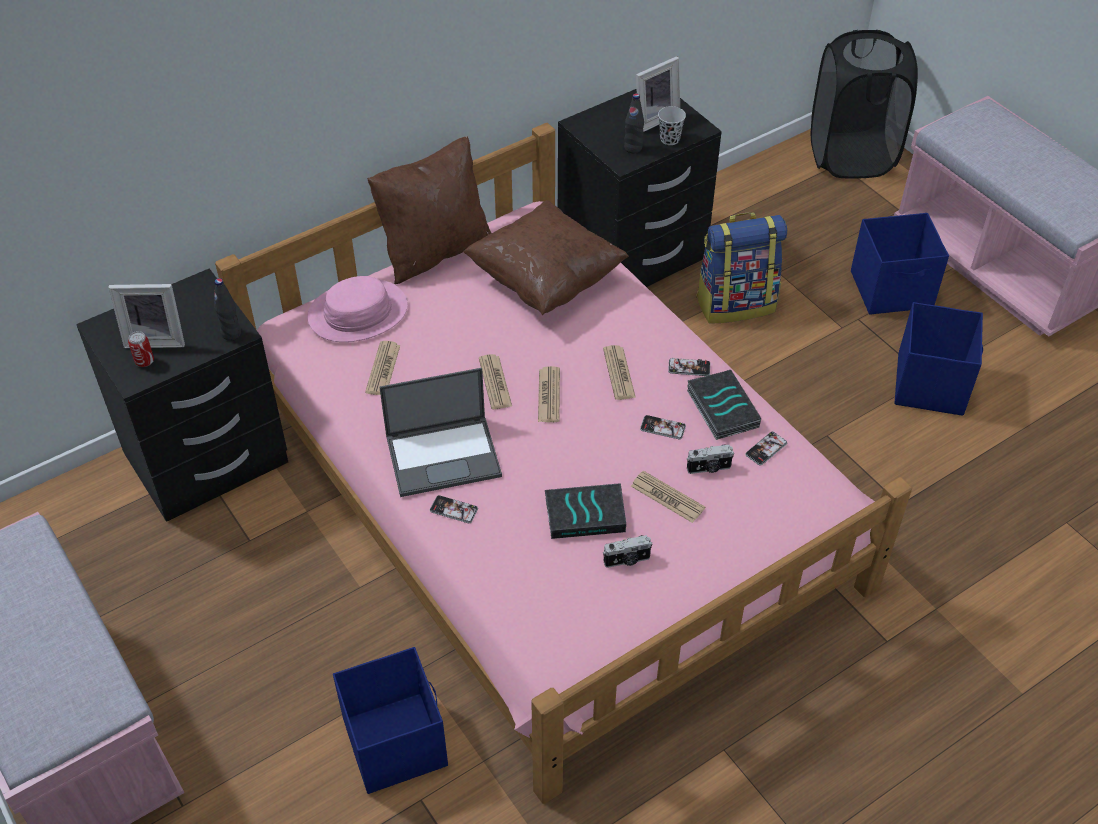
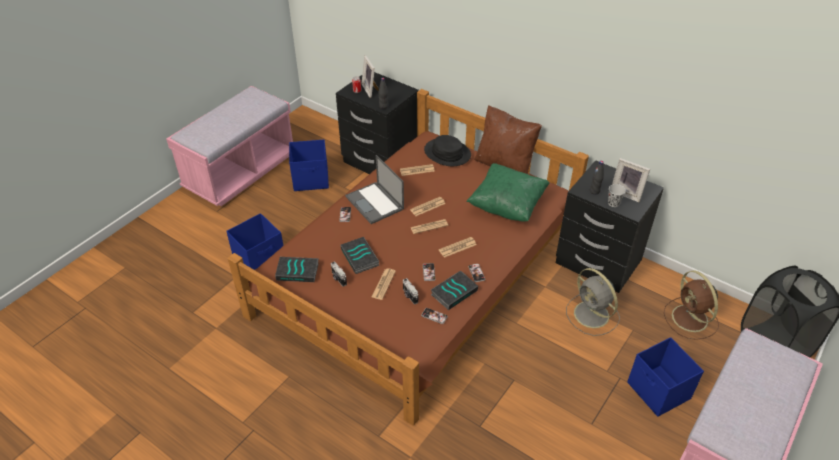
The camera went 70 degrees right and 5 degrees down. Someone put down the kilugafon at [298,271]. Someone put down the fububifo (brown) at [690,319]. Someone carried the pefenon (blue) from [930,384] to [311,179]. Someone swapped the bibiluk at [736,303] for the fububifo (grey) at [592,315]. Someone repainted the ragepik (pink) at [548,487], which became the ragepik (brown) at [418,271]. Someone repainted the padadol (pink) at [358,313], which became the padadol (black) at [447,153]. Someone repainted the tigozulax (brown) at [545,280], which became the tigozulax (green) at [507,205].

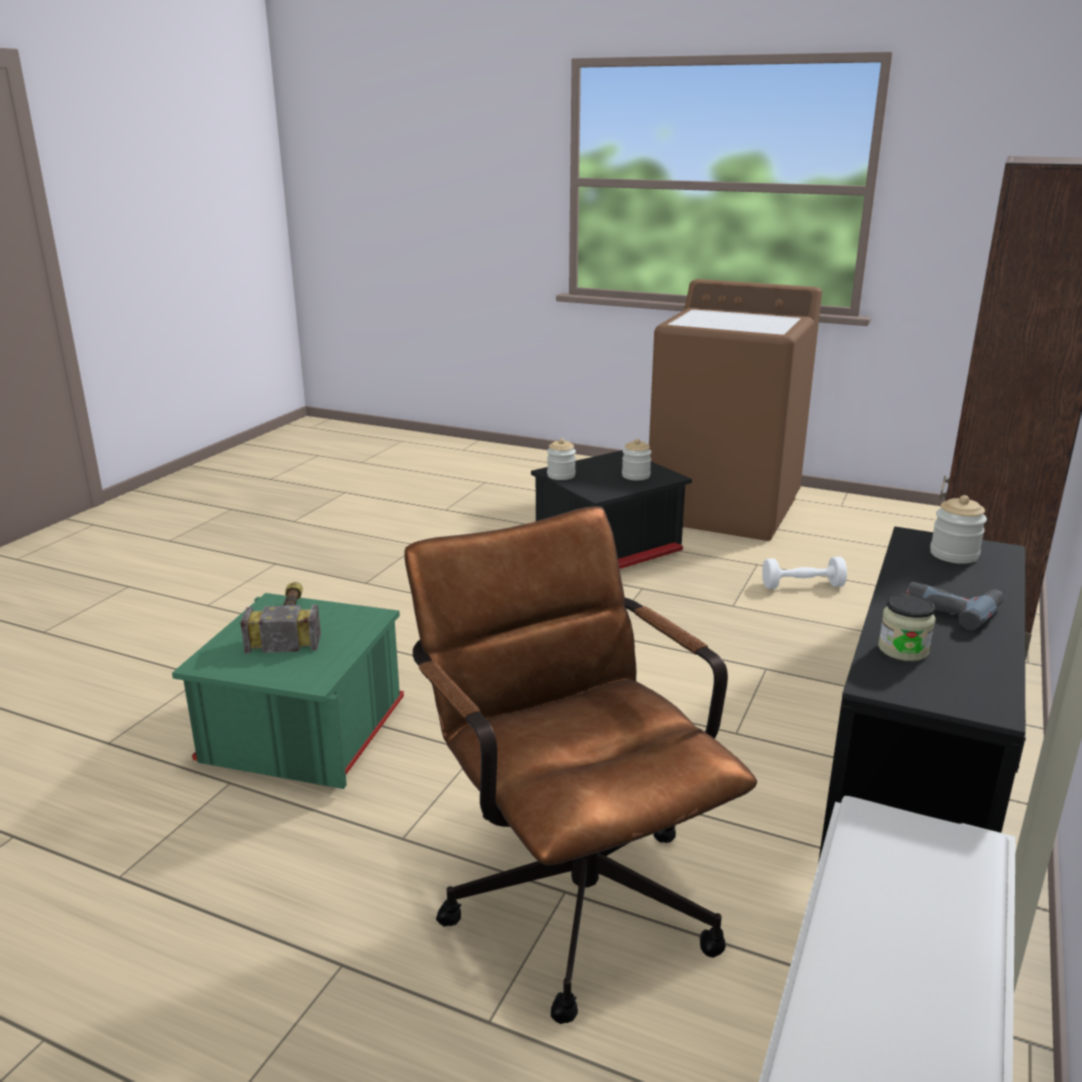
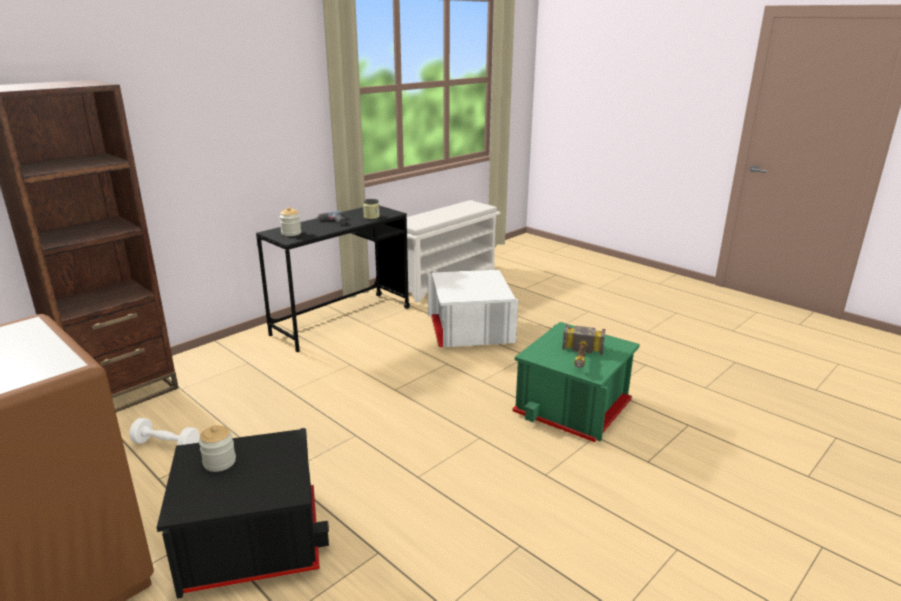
The camera went 160 degrees left and 0 degrees up. Someone took away the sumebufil at [561,475]. Someone swapped the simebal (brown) at [570,887] for the pefenon (white) at [469,332].

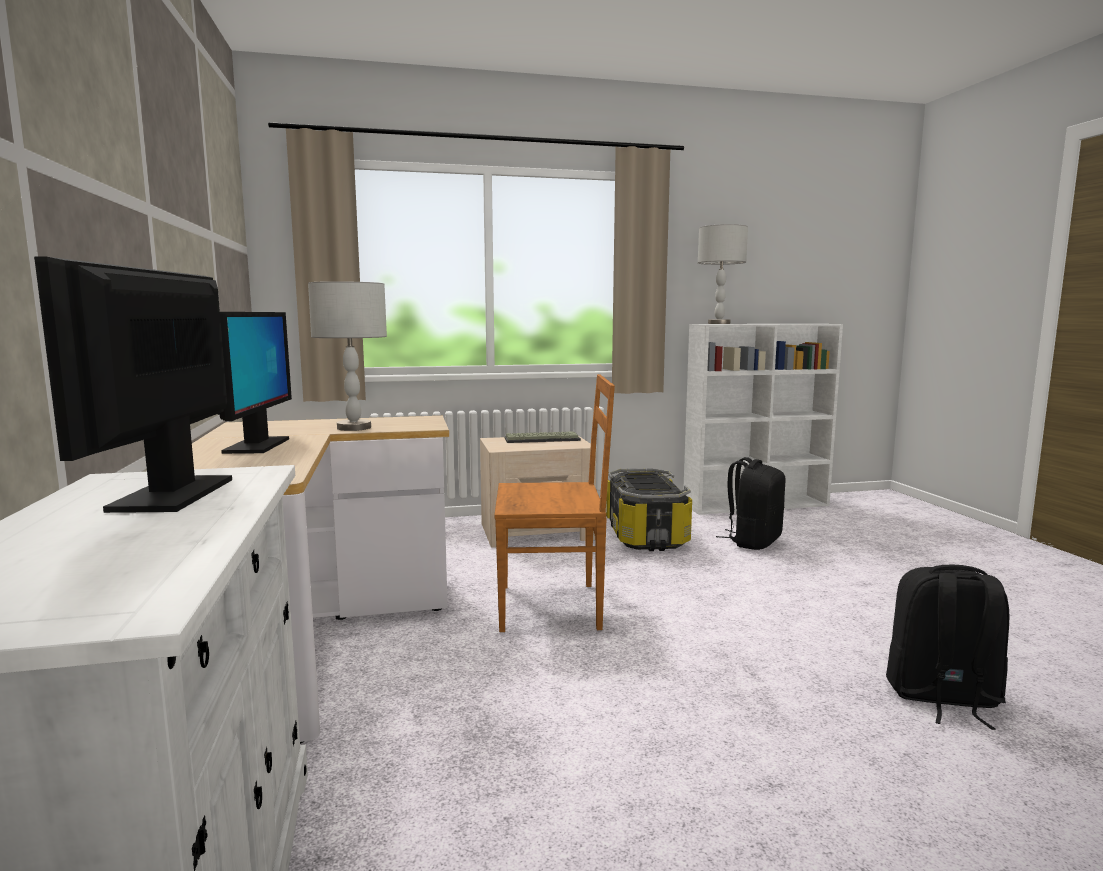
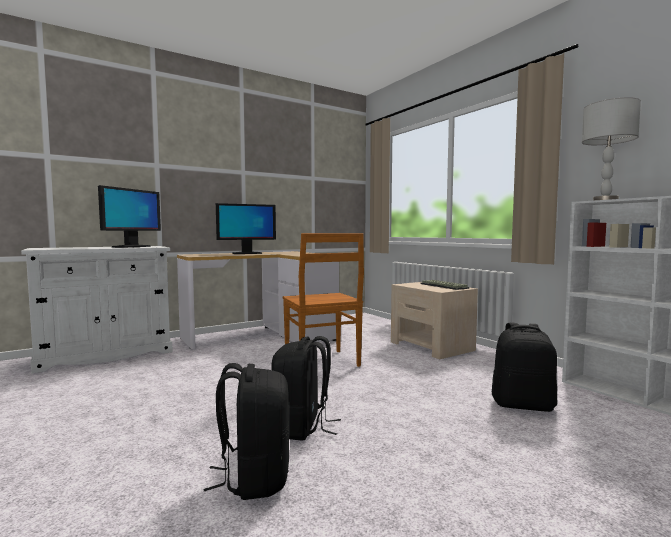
The camera went 70 degrees right and 5 degrees down. Someone took away the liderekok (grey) at [354,428]. Someone took away the pefenon at [646,535]. Someone put down the bibiluk (black) at [302,427]. Someone rotated the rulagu at [174,494] by 135 degrees clockwise.

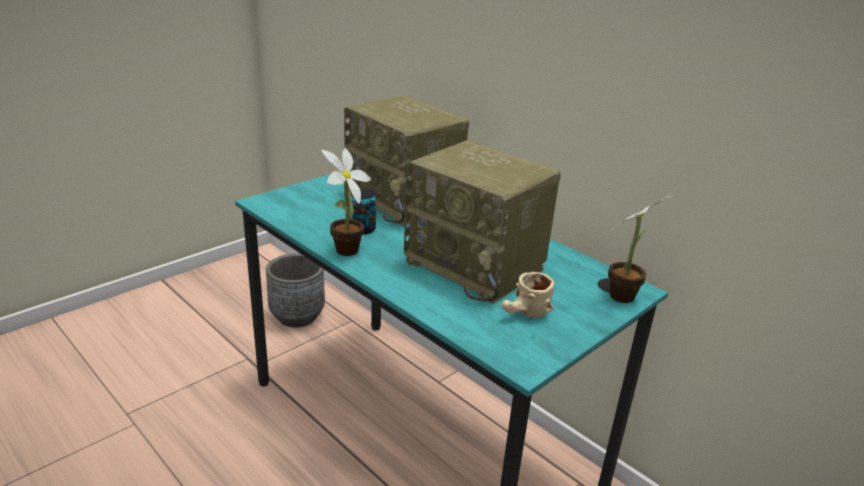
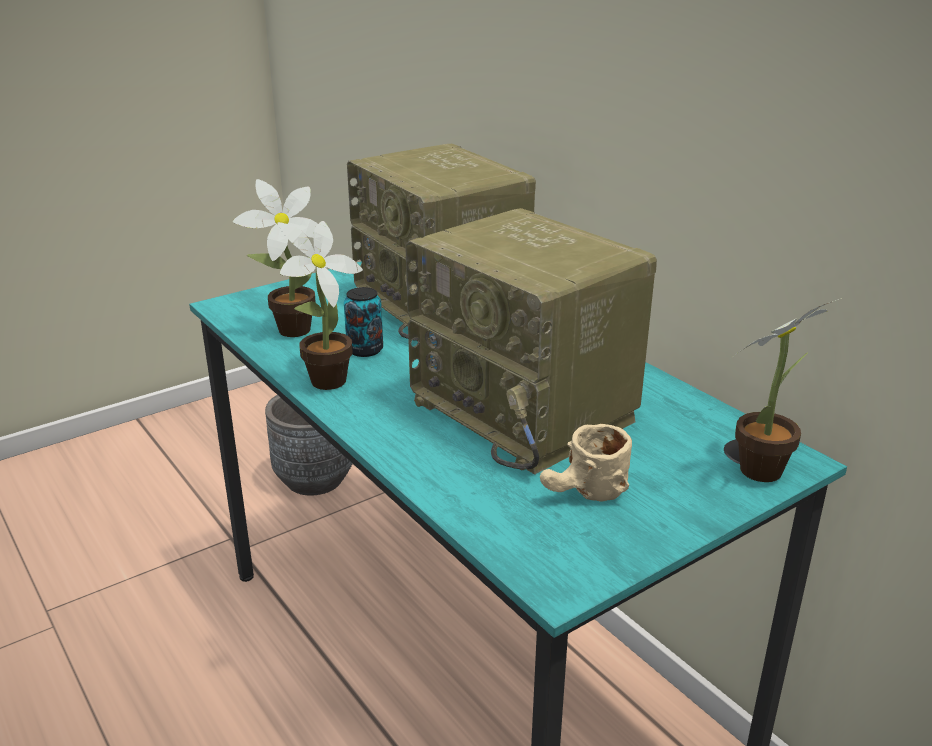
The camera went 10 degrees right and 0 degrees up. Someone put down the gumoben at [288,331].

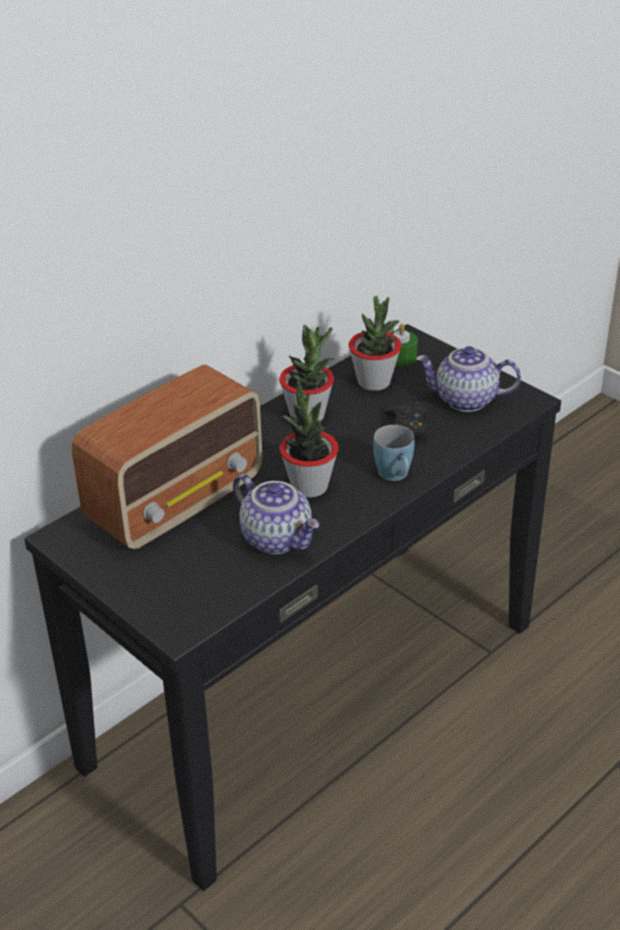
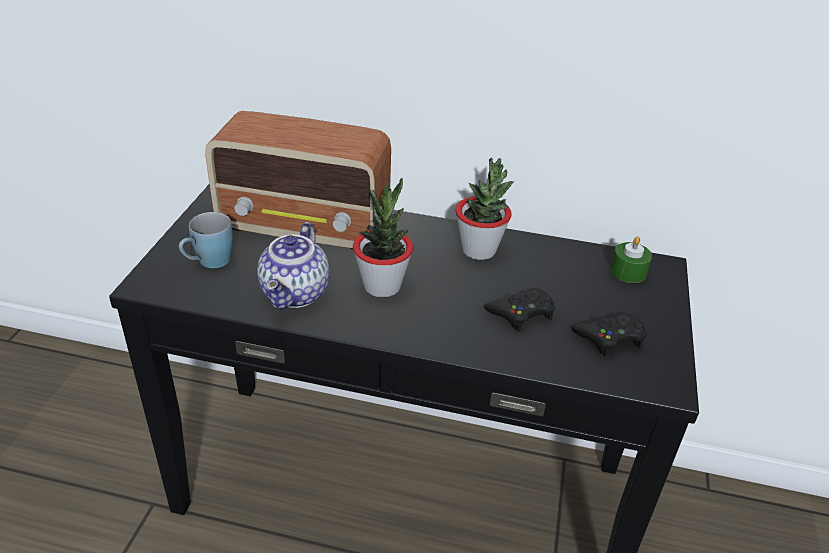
The camera went 55 degrees right and 0 degrees up. Someone took away the gumoben at [374,382]. Someone carried the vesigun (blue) from [396,476] to [208,263]. Someone swapped the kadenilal at [465,401] for the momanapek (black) at [610,338].

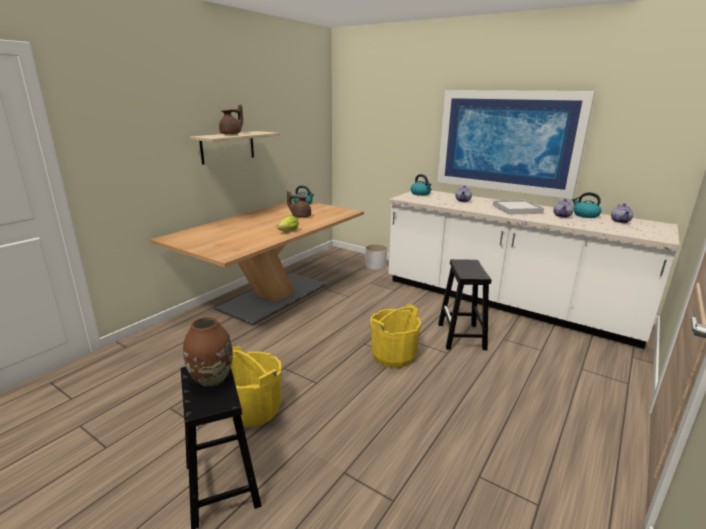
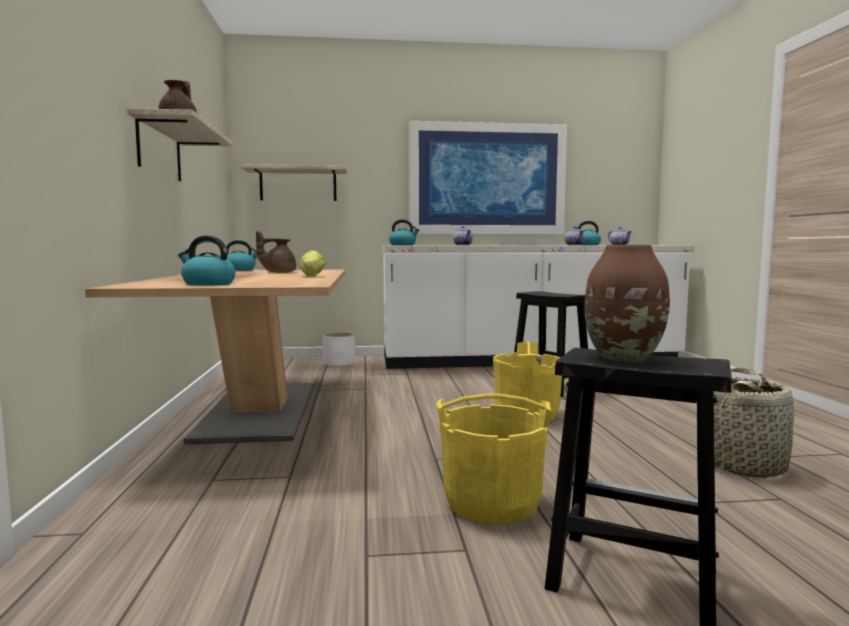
The camera went 40 degrees left and 15 degrees down. Someone put down the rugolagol at [207,284]. Someone put up the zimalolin at [298,185]. Someone put down the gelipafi at [744,465].

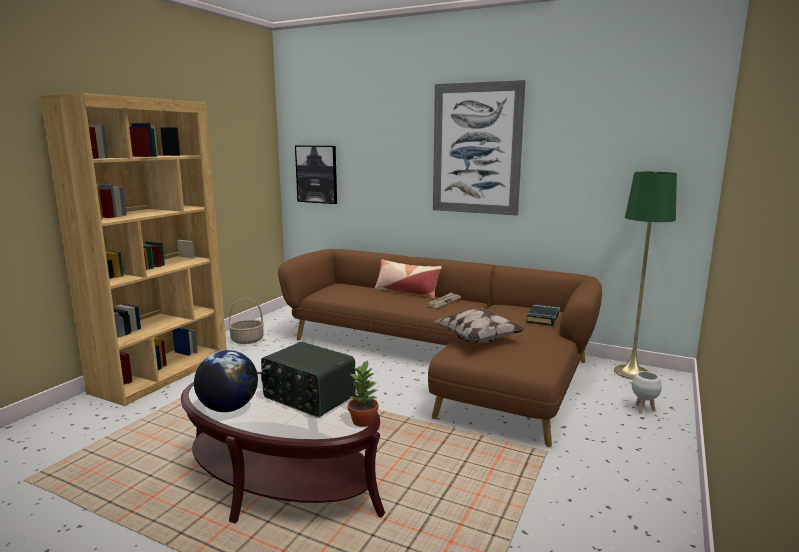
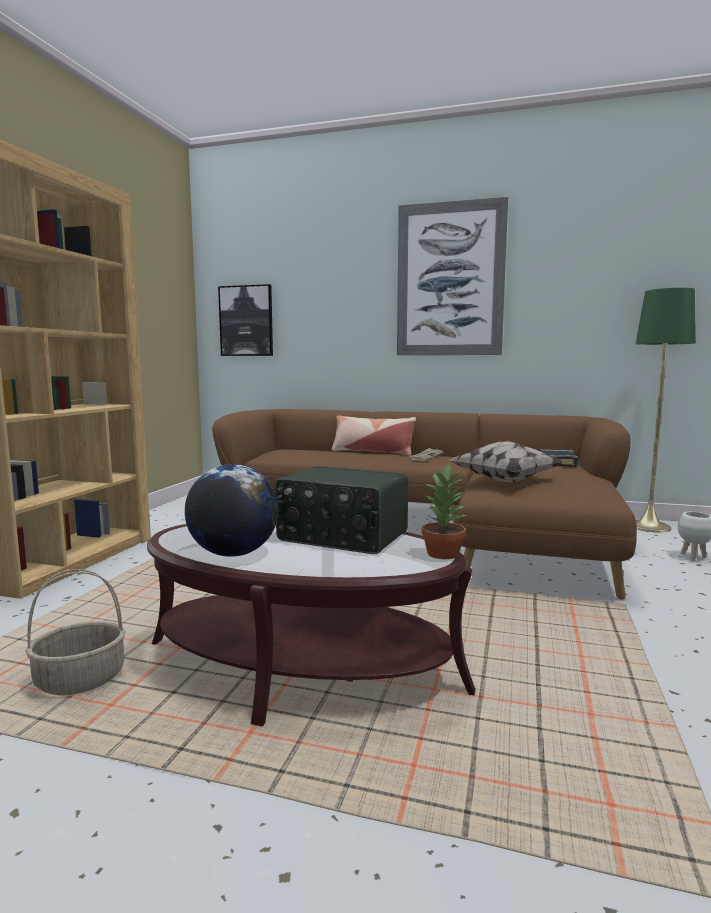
The camera went 10 degrees left and 5 degrees down. Someone carried the gelipafi from [247,340] to [81,679].

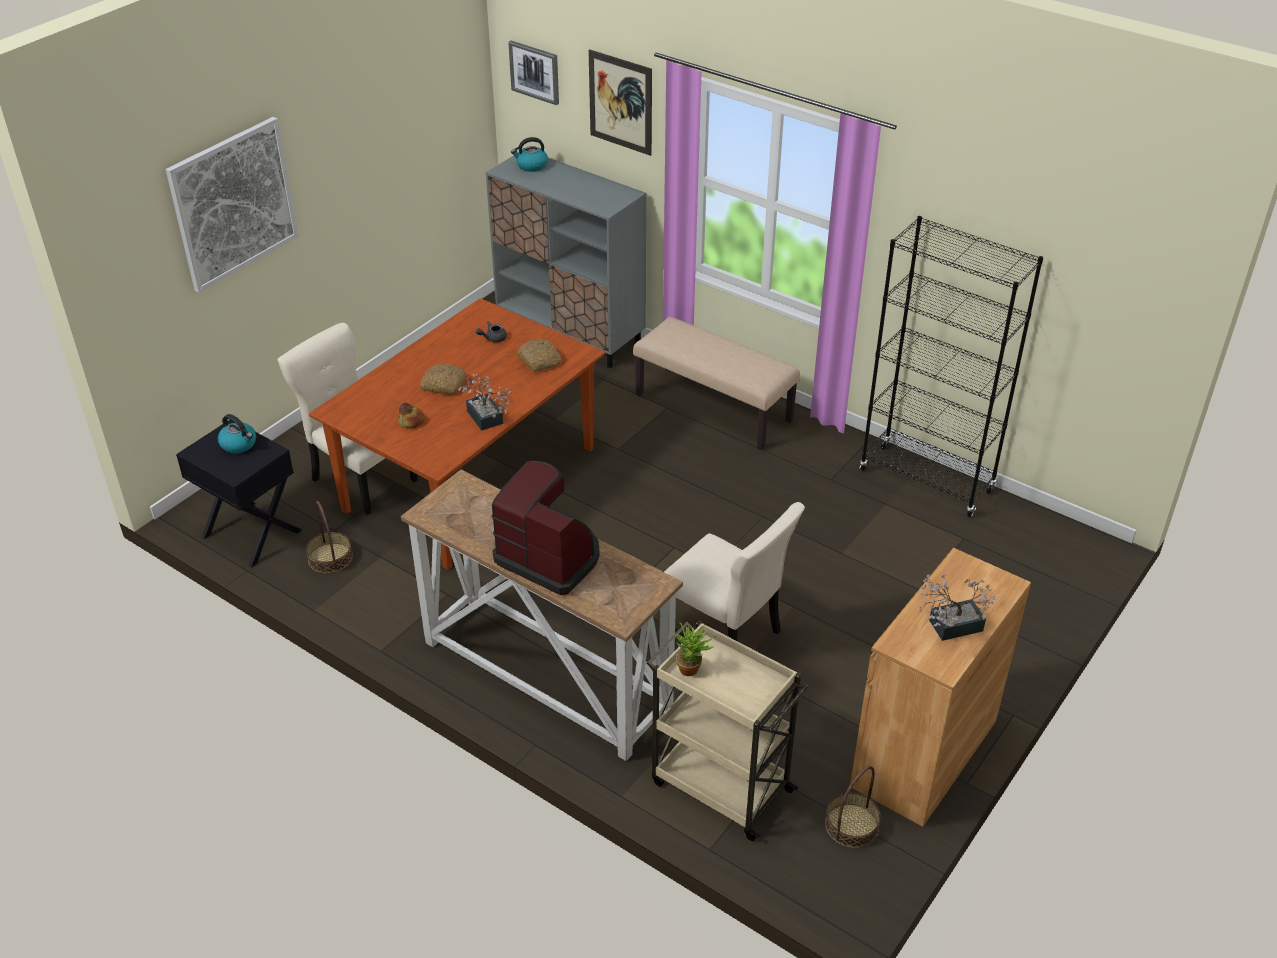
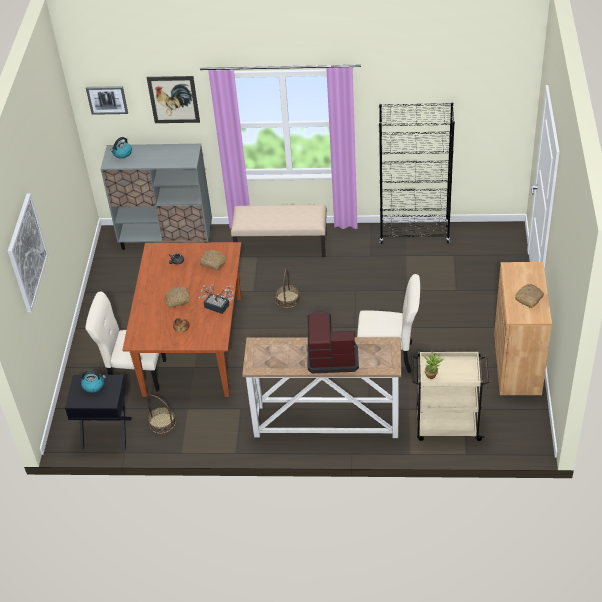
The camera went 30 degrees left and 5 degrees up. Someone carried the gelipafi from [851,825] to [287,299]. Someone swapped the gumoben at [949,626] for the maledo at [529,298].

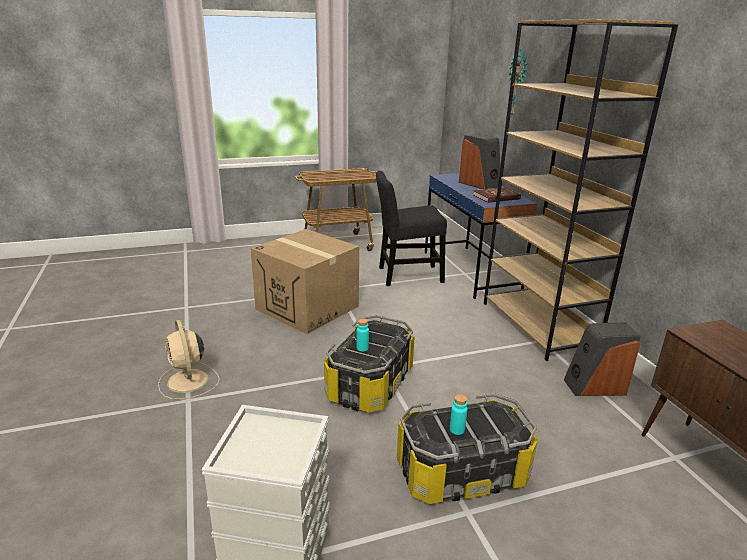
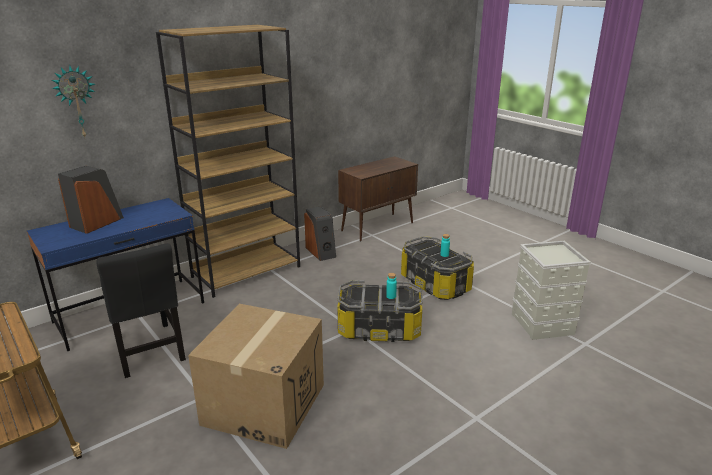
The camera went 110 degrees left and 0 degrees up. Someone took away the fububifo (beige) at [188,382]. Someone took away the kilugafon (red) at [496,197].

